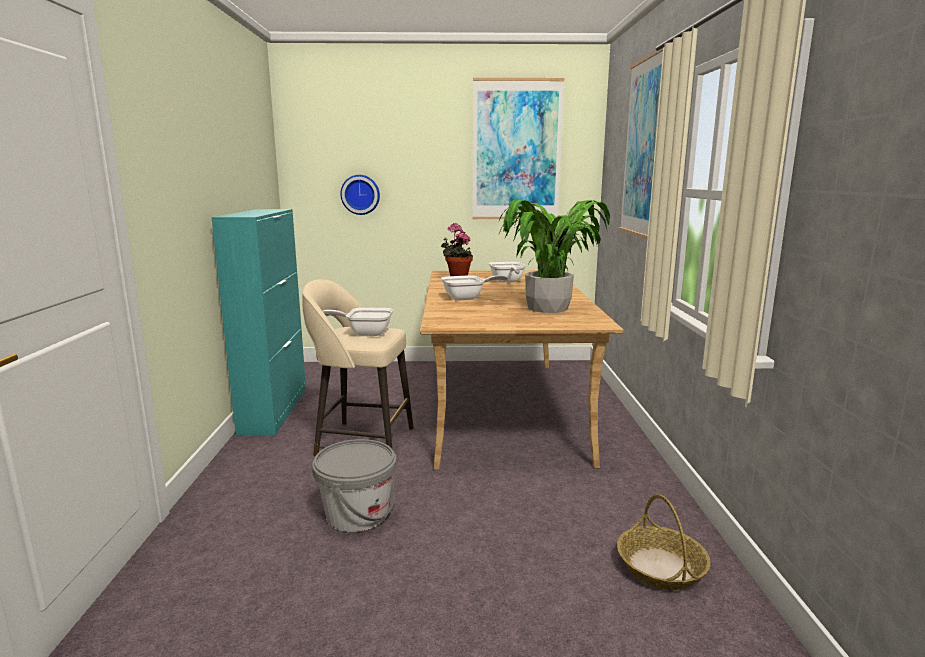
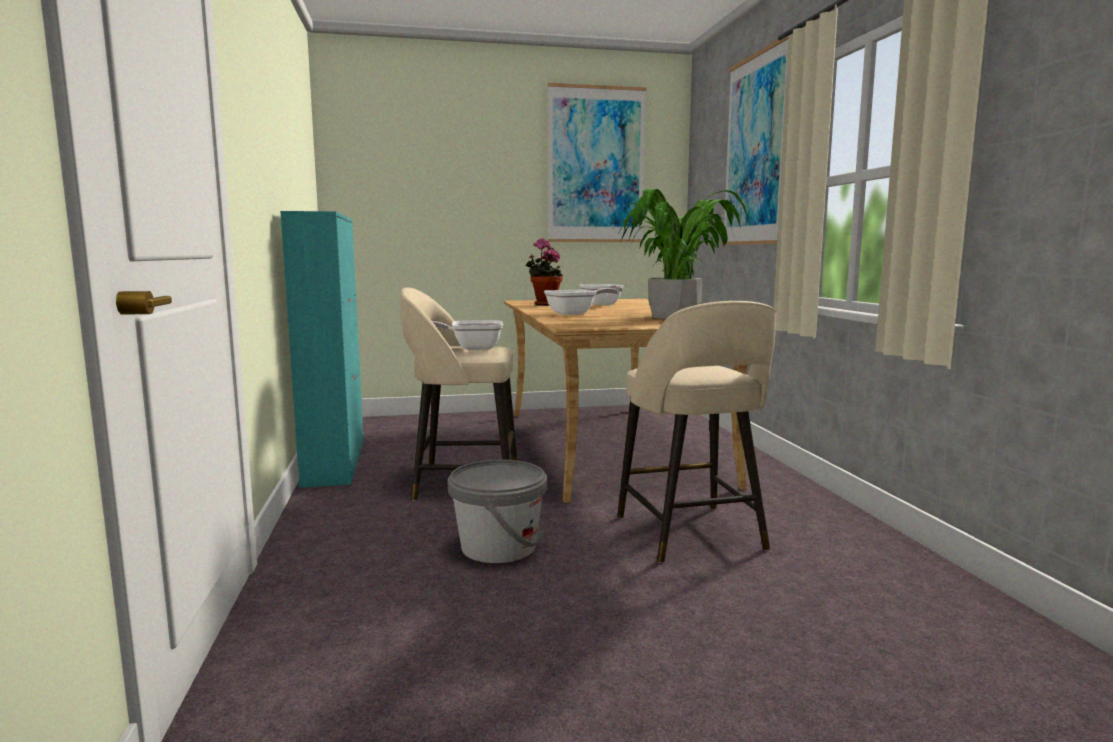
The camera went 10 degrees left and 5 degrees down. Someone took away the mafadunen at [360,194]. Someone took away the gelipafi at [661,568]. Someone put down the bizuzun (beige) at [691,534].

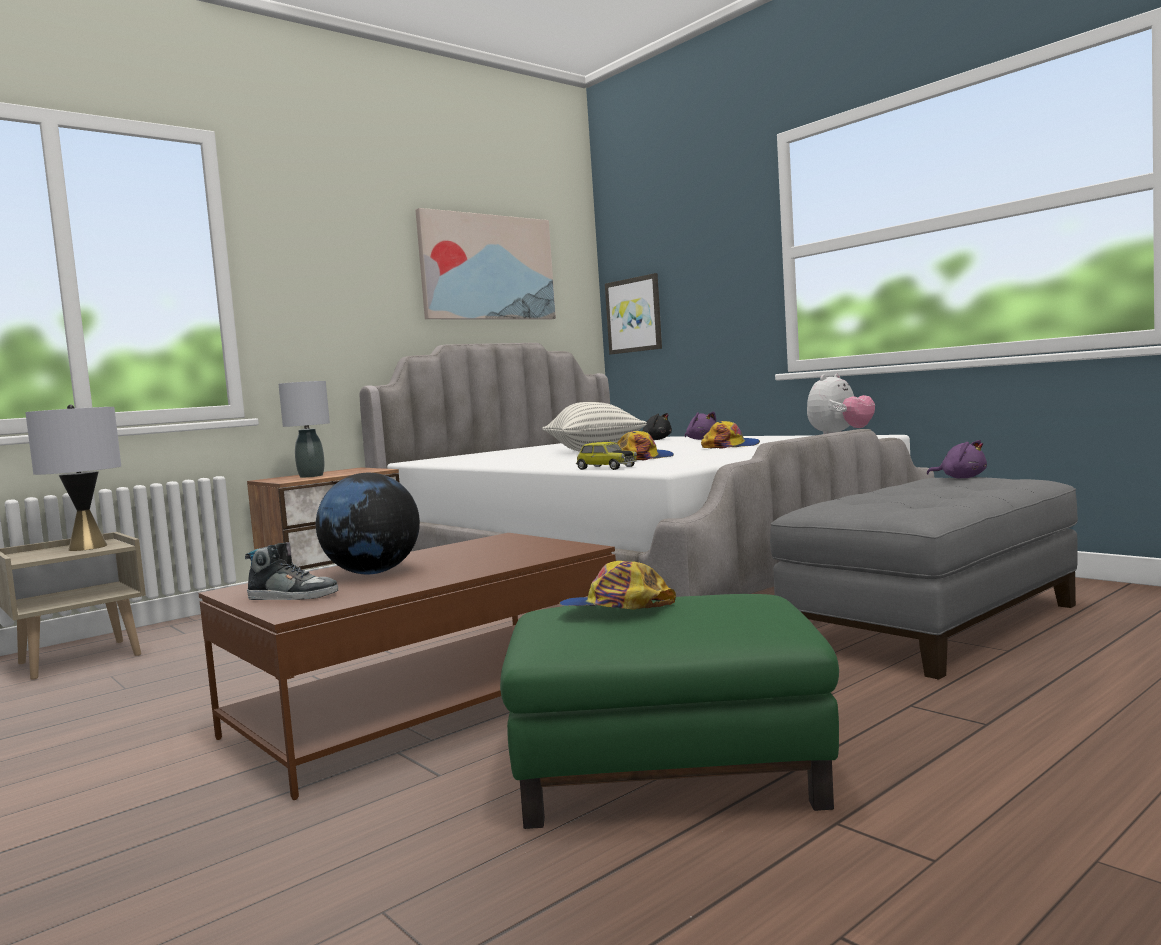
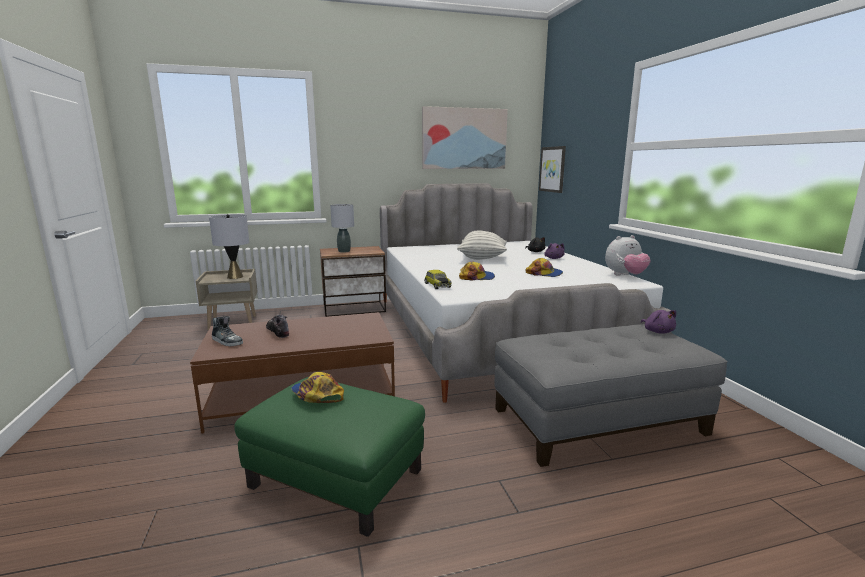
The camera went 25 degrees right and 10 degrees up. Someone swapped the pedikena at [372,573] for the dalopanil at [278,331].

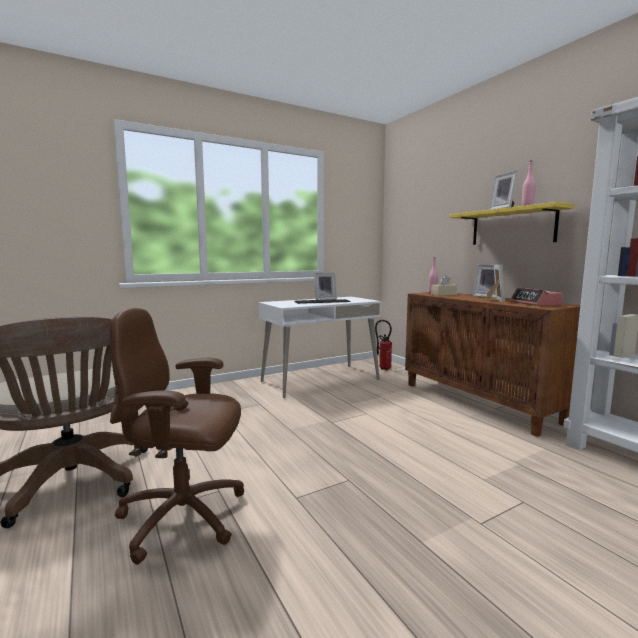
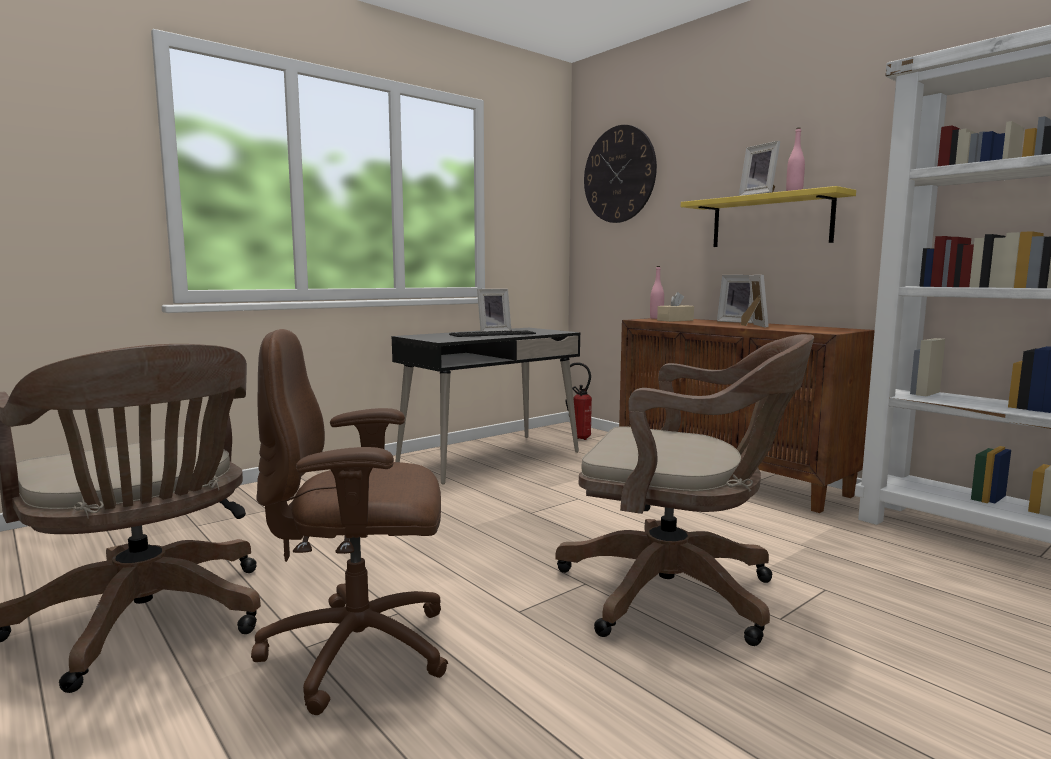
The camera went 10 degrees left and 0 degrees up. Someone took away the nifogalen at [535,303]. Someone put down the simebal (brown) at [679,594]. Someone put up the mafadunen at [619,174]. Someone repainted the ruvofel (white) at [320,380], which became the ruvofel (black) at [489,458].

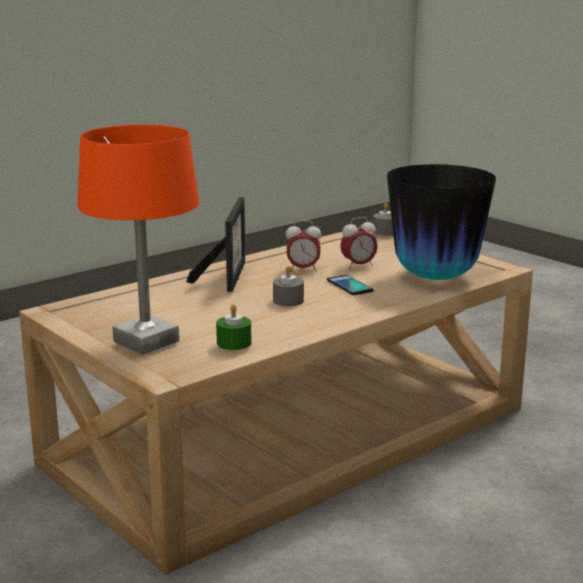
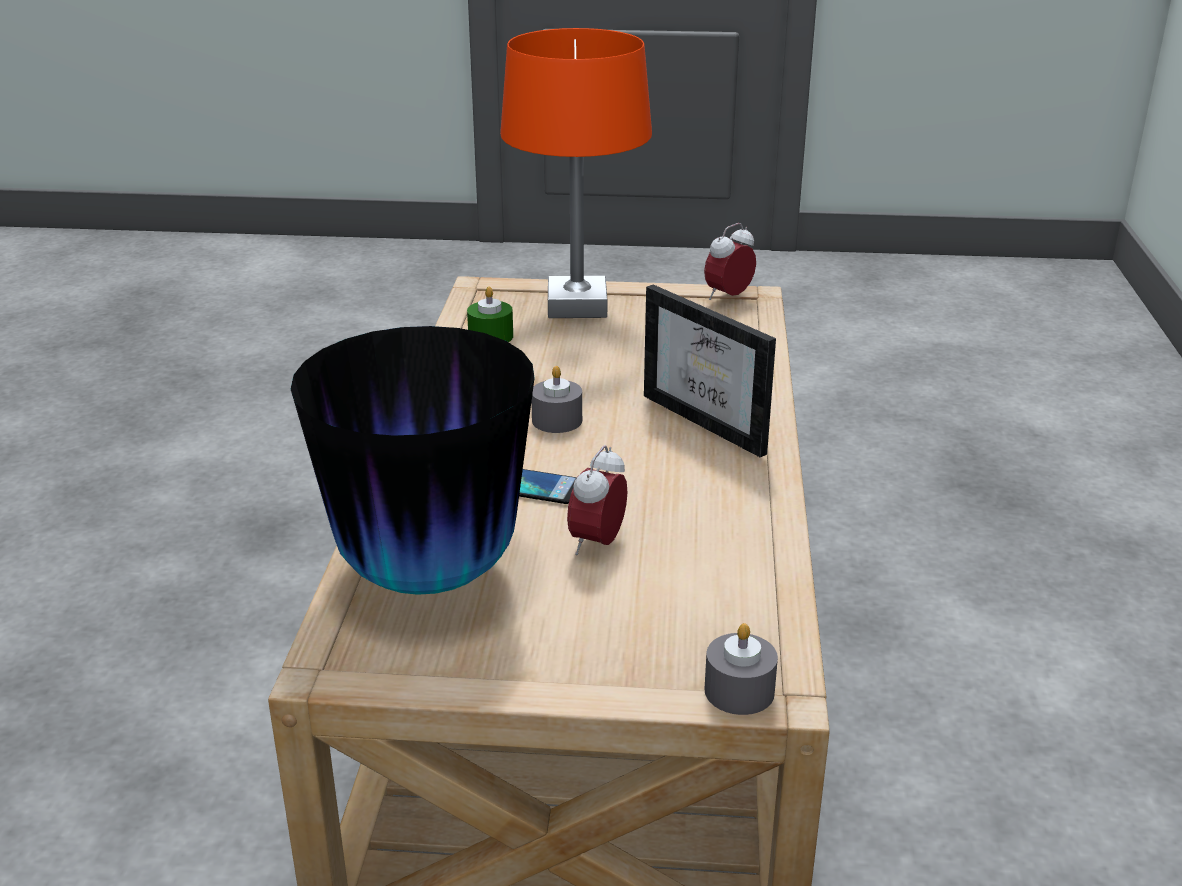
The camera went 135 degrees right and 10 degrees up. Someone carried the nifogalen from [303,269] to [728,297].

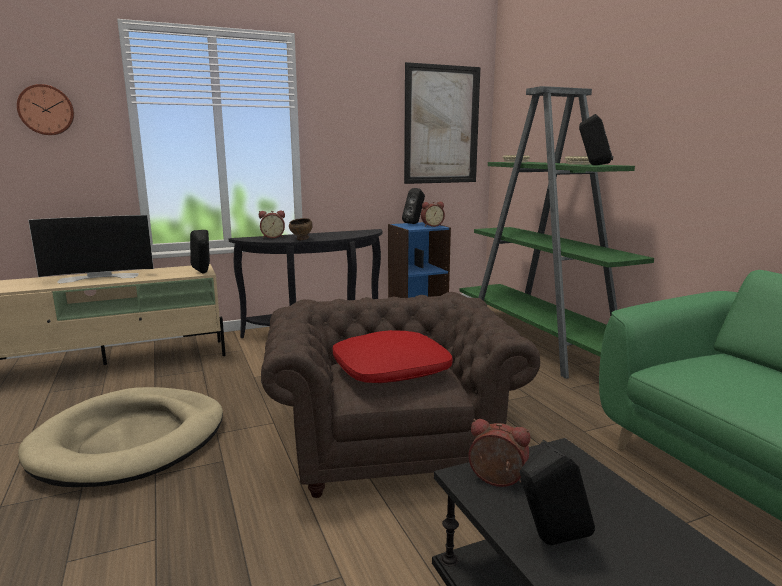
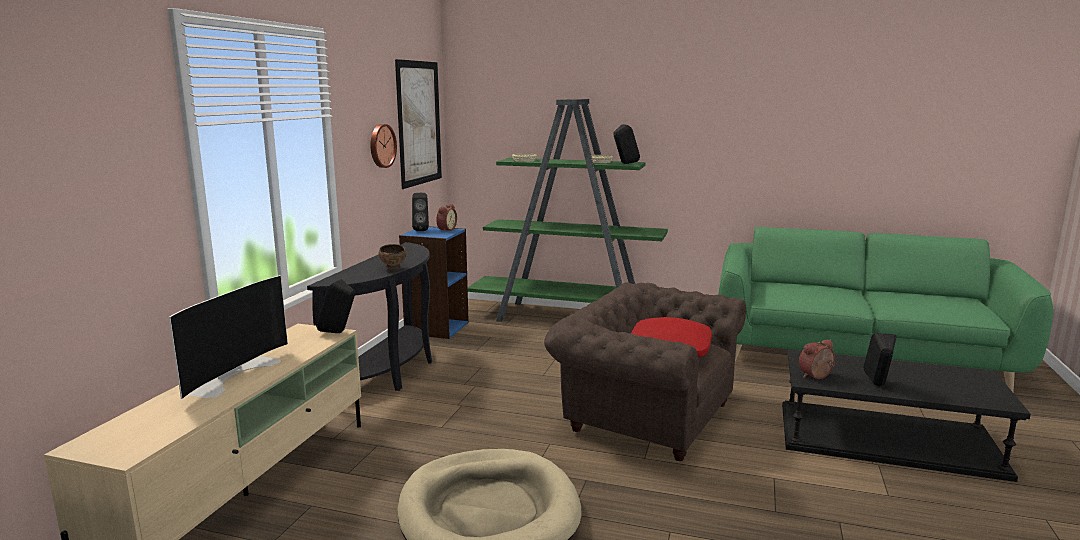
The camera went 50 degrees left and 0 degrees up. Someone took away the nifogalen at [273,237]. Someone carried the mafadunen from [46,110] to [381,146].

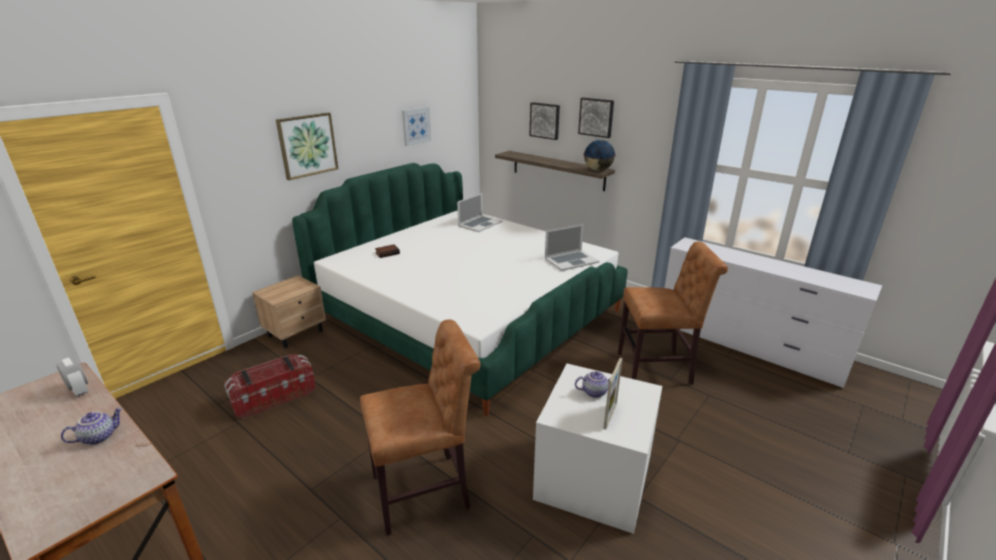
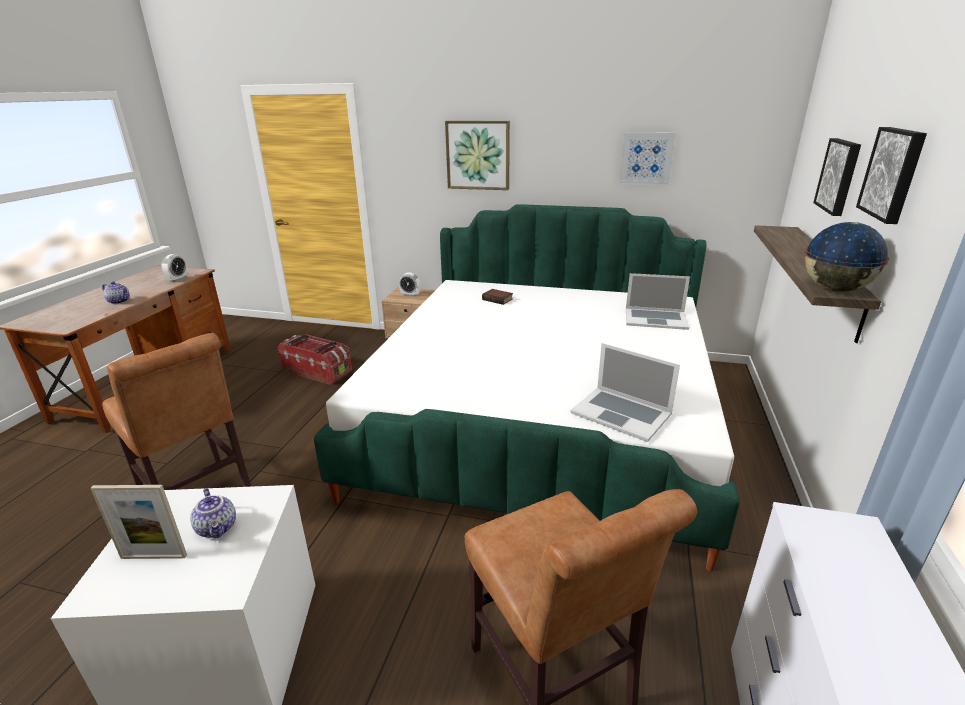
The camera went 65 degrees right and 0 degrees up. Someone put down the nifogalen at [410,295].

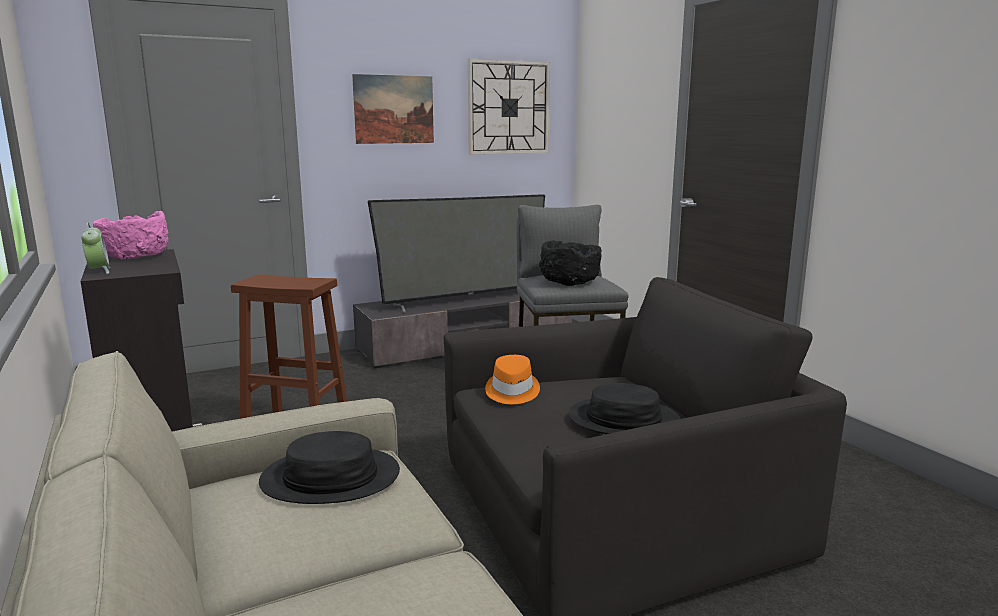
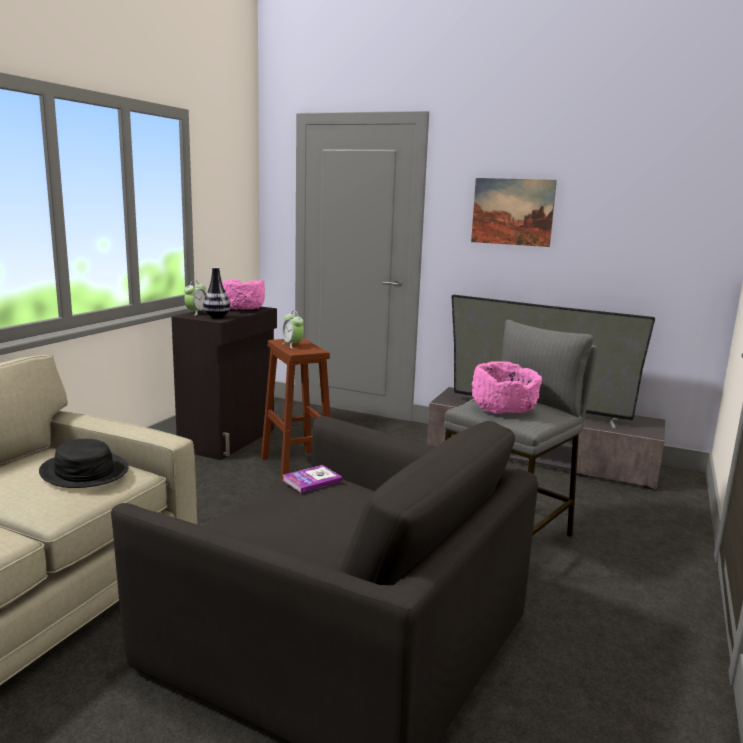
The camera went 50 degrees right and 0 degrees up. Someone took away the mafadunen at [508,107]. Someone took away the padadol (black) at [623,420]. Someone put down the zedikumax at [217,317]. Someone put down the nifogalen at [292,345]. Someone swapped the padadol (orange) at [511,391] for the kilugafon at [312,480]. Someone repainted the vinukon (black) at [569,281], which became the vinukon (pink) at [503,409].

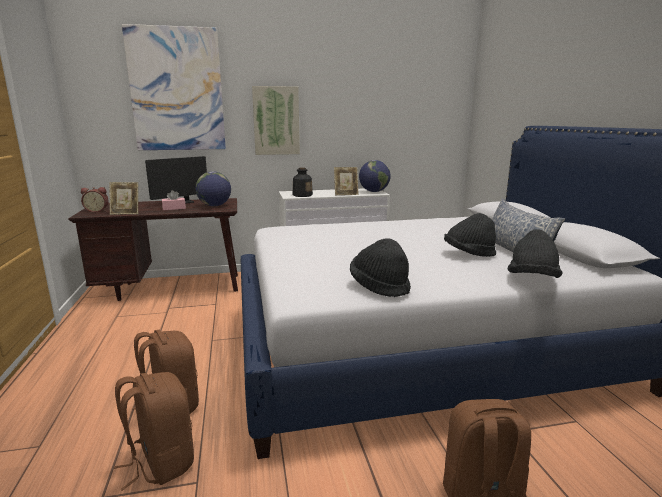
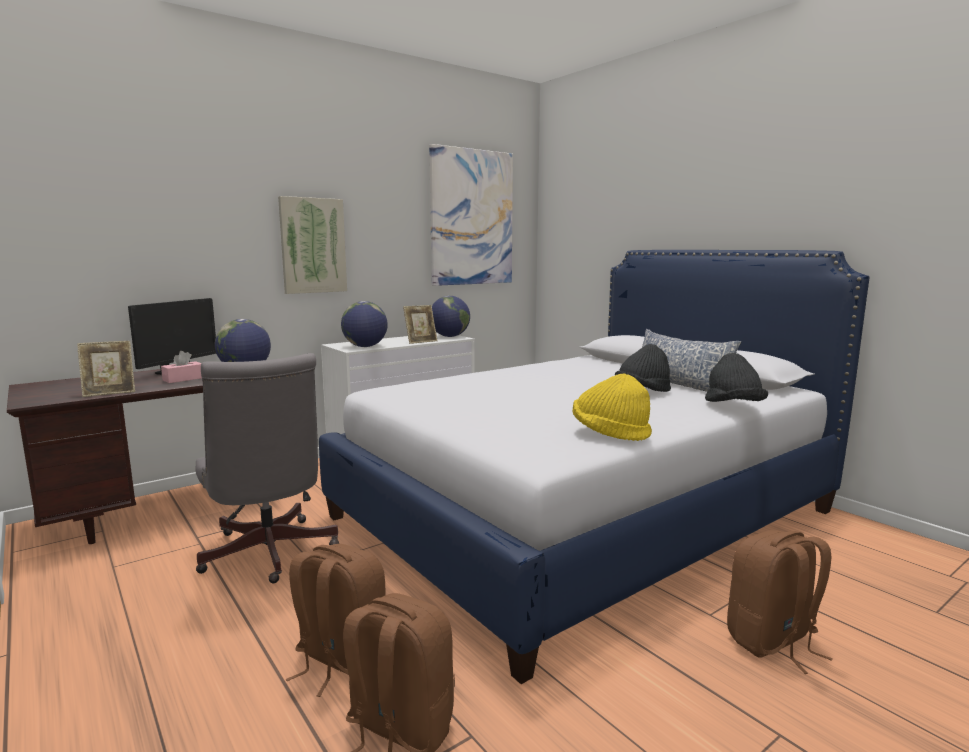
The camera went 25 degrees left and 5 degrees down. Someone took away the nifogalen at [97,211]. Someone put down the simebal (grey) at [268,555]. Someone carried the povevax from [177,90] to [471,218]. Someone swapped the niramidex at [302,195] for the pedikena at [365,346]. Someone repainted the padadol (black) at [379,286], which became the padadol (yellow) at [610,433].

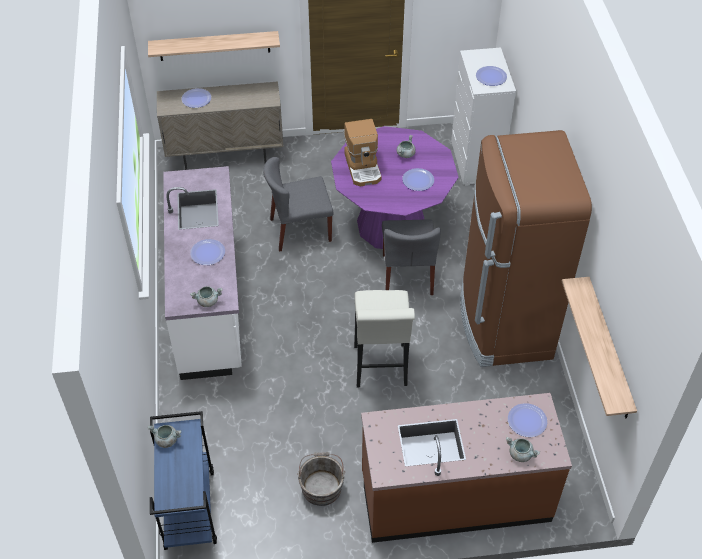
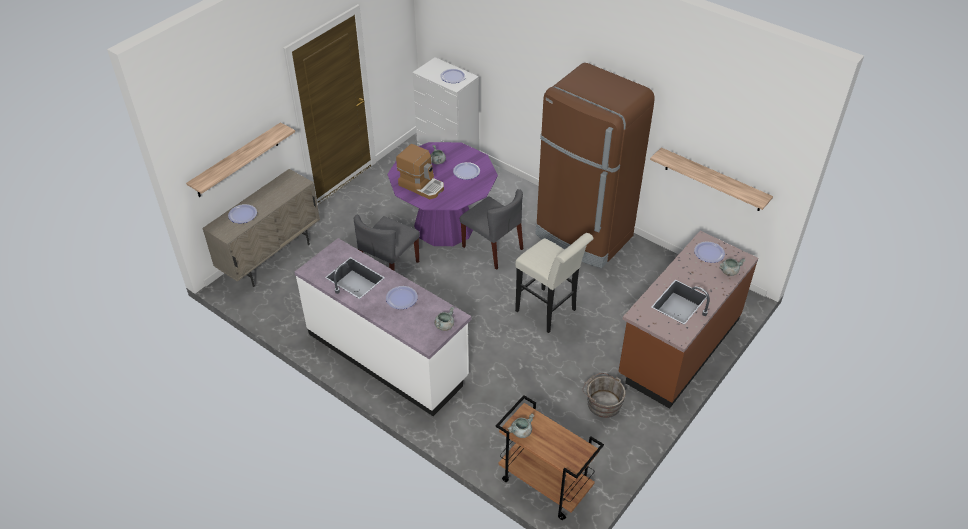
The camera went 45 degrees left and 5 degrees down. Someone repainted the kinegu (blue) at [189,508], which became the kinegu (brown) at [544,484].

